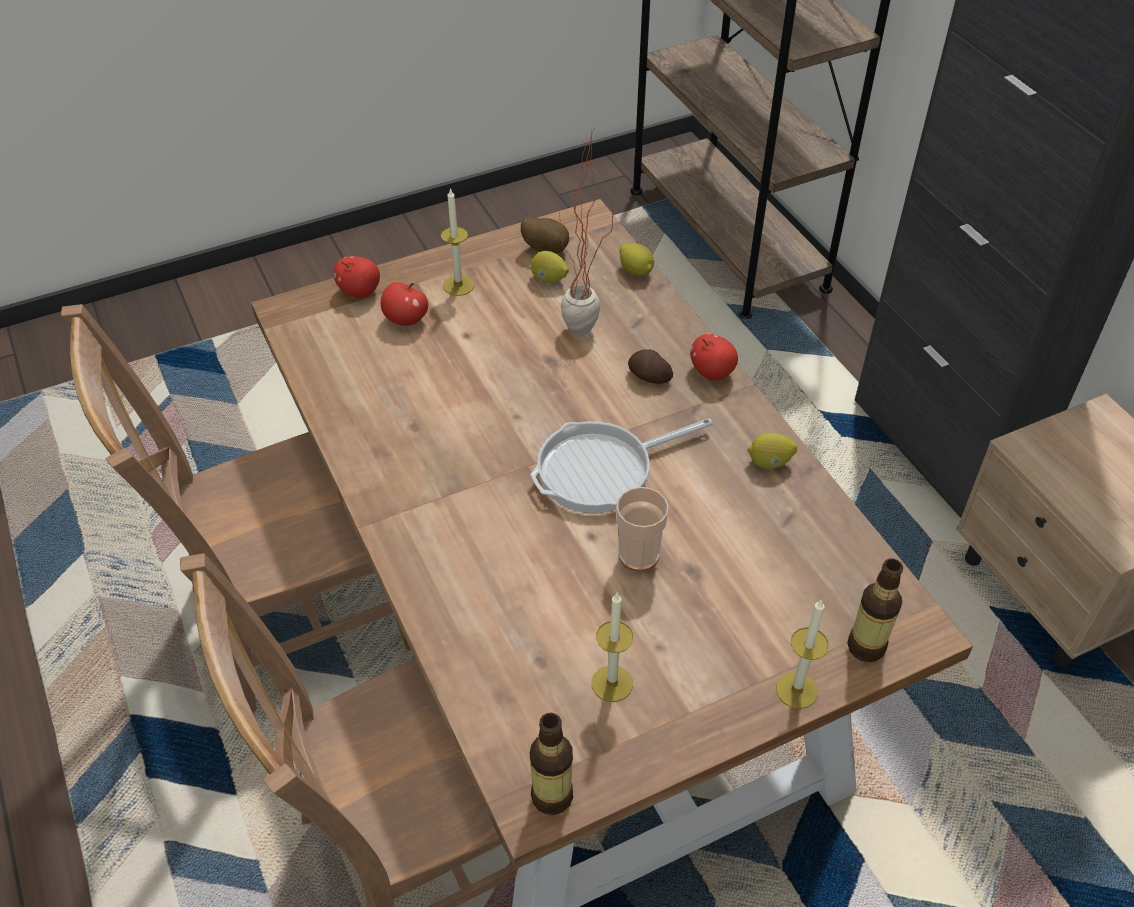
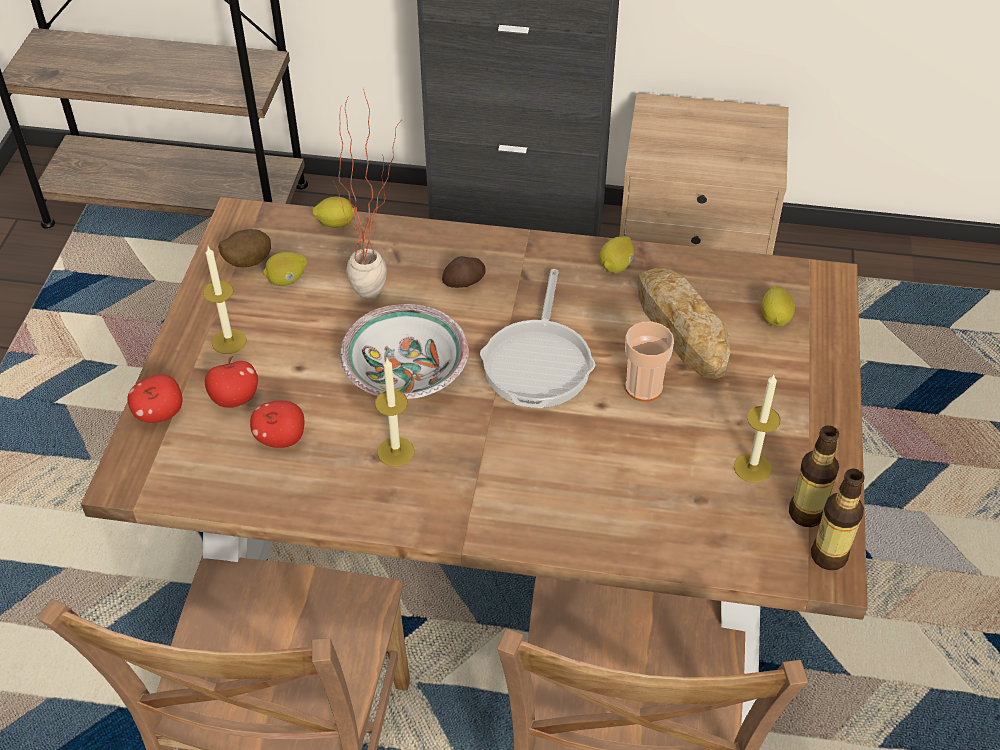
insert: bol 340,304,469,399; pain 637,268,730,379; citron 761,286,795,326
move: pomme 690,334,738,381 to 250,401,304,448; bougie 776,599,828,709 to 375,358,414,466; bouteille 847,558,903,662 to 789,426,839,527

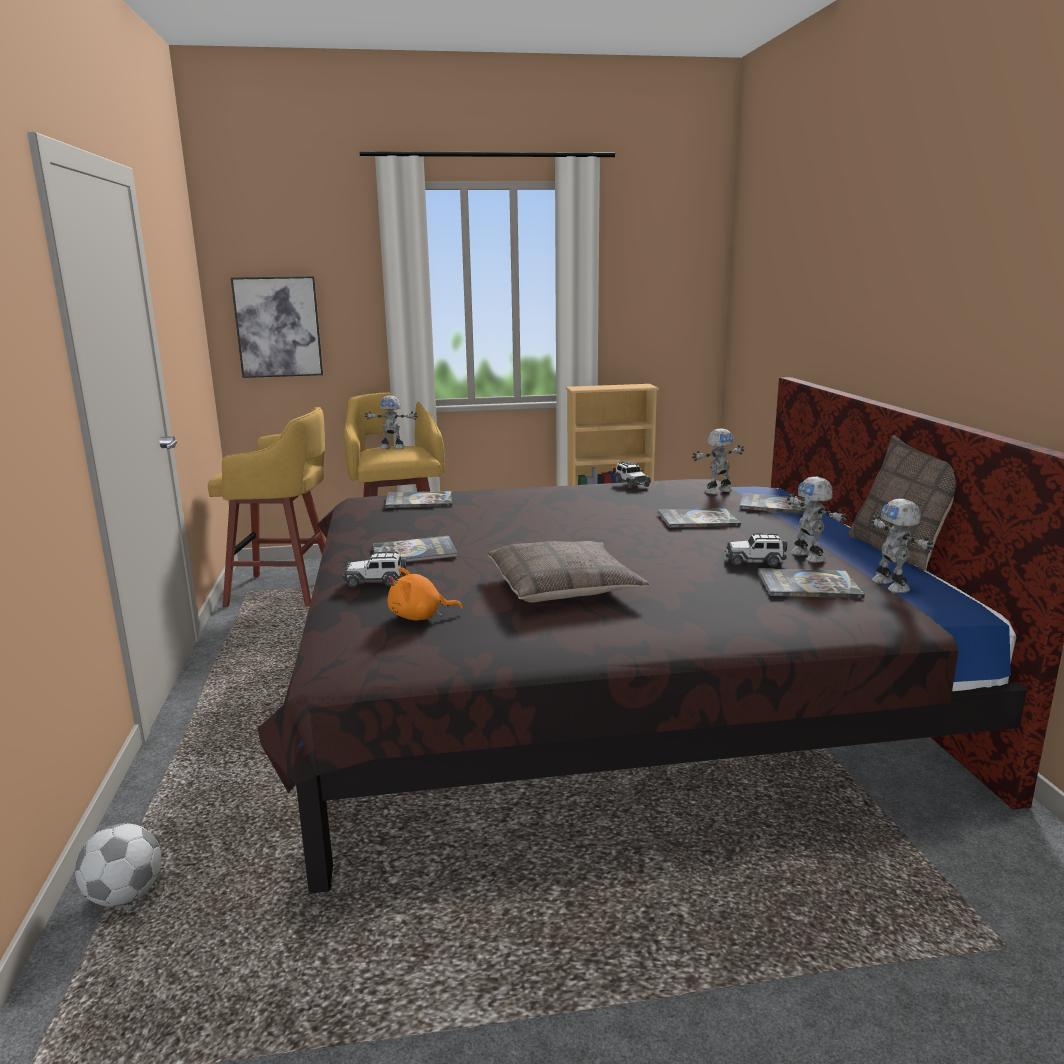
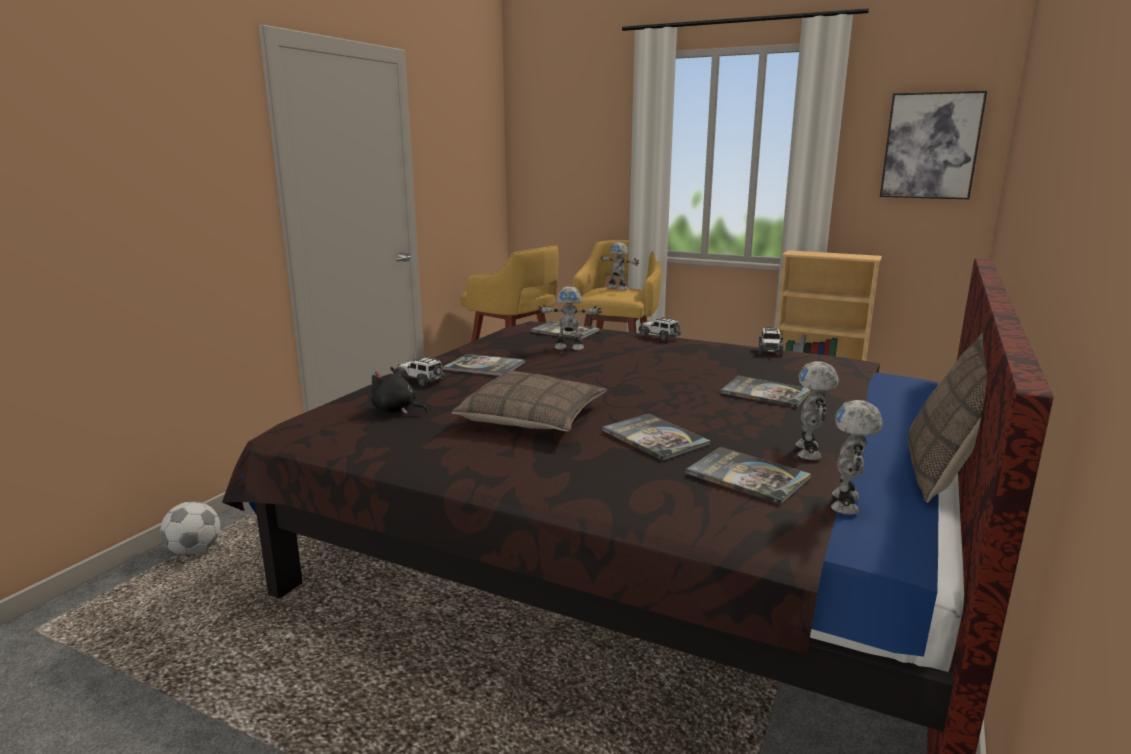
move: tableau 231,276,323,378 to 880,91,987,199; robot jouet 692,428,744,494 to 538,286,602,350; petite voiture 725,533,787,566 to 638,317,681,340; livre 739,493,810,514 to 602,413,710,461
recolor: peluche (orange) 387,567,463,620 to peluche (noir) 370,367,428,414

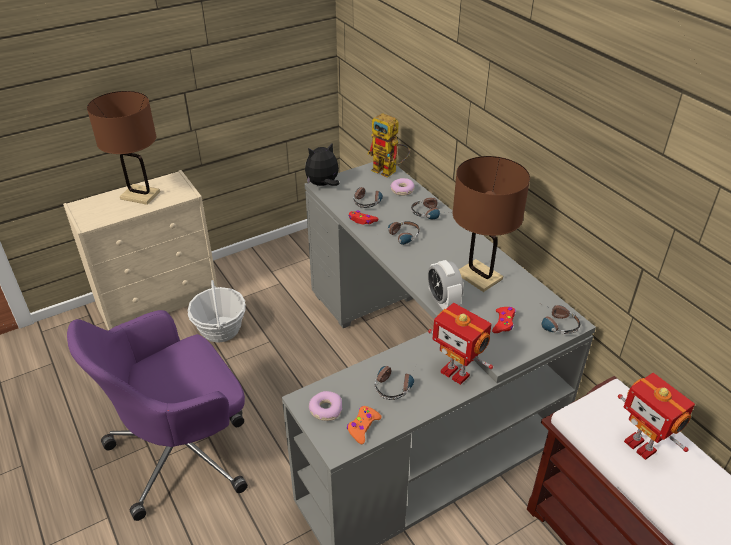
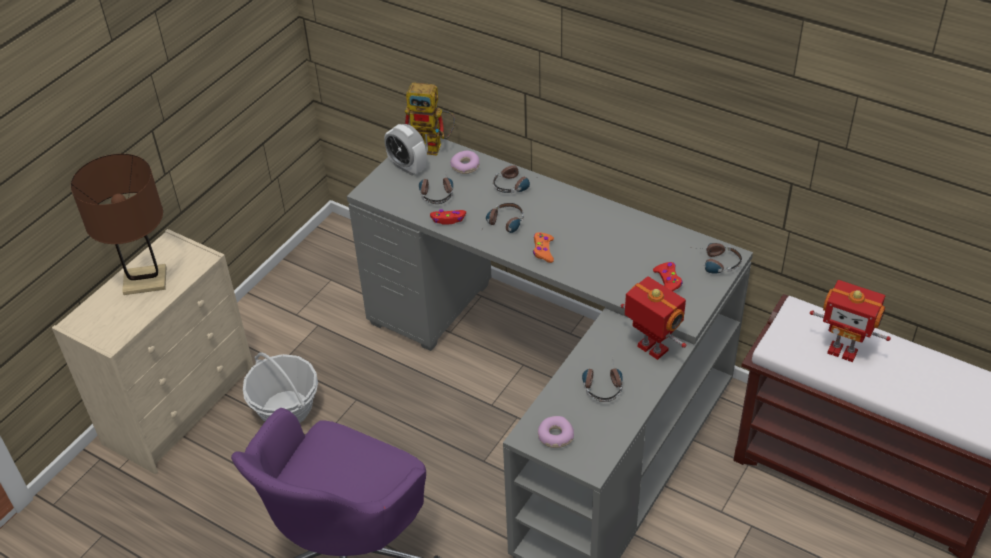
delete: peluche 305,143,340,186; lampe de table (marron) 452,156,530,292
move: manette (orange) 347,406,382,444 to 533,232,554,263; réveil 427,260,463,311 to 385,124,426,176
rotate: robot jouet 428,303,493,385 = 621,276,686,360 150 degrees counterclockwise

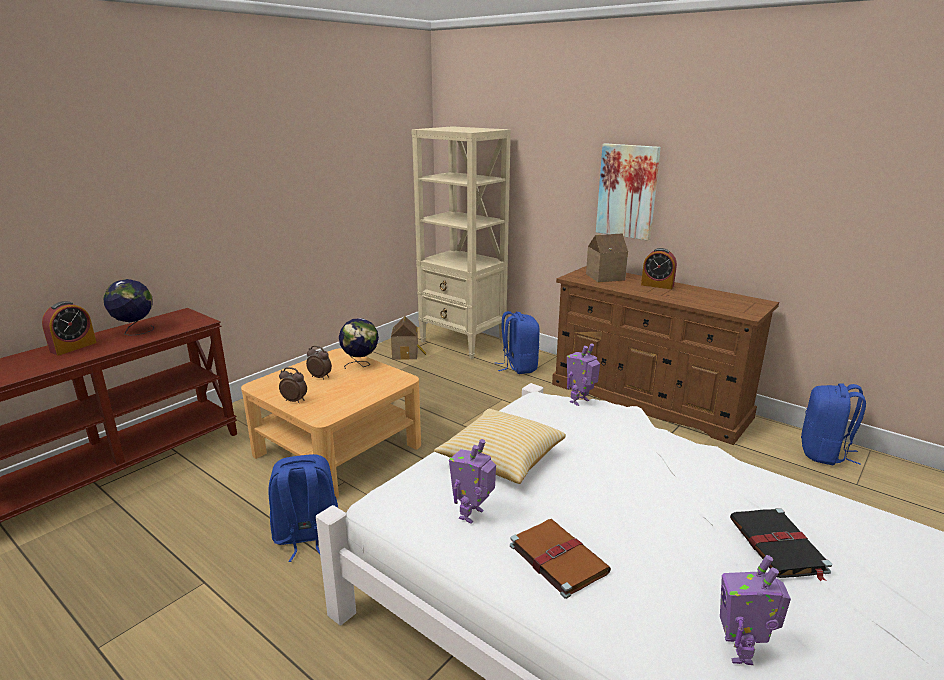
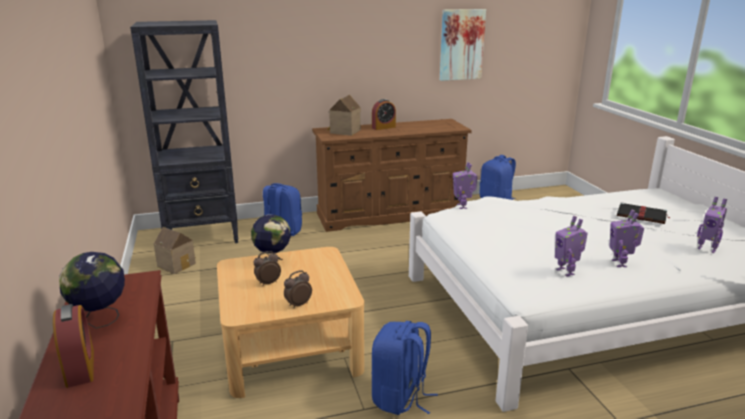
delete: coussin 434,409,566,484
move: tableau 596,143,661,241 to 440,9,486,81
replace: livre (marron) 510,519,611,599 to robot jouet 609,210,644,267
recolor: bibliothèque (beige) 411,126,511,359 to bibliothèque (noir) 130,20,239,243

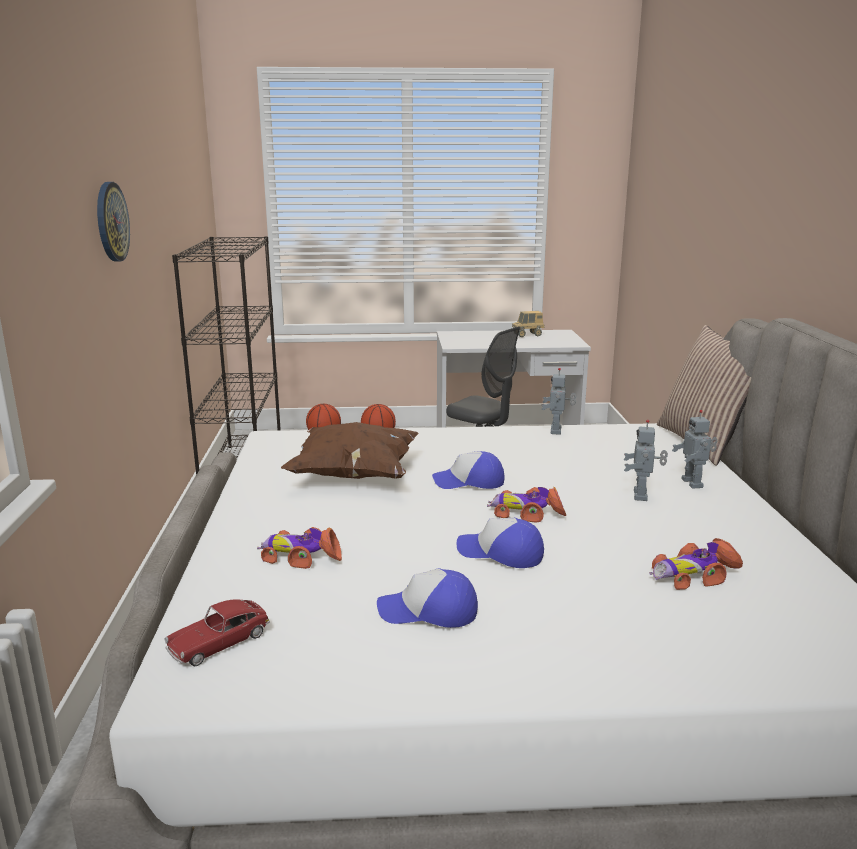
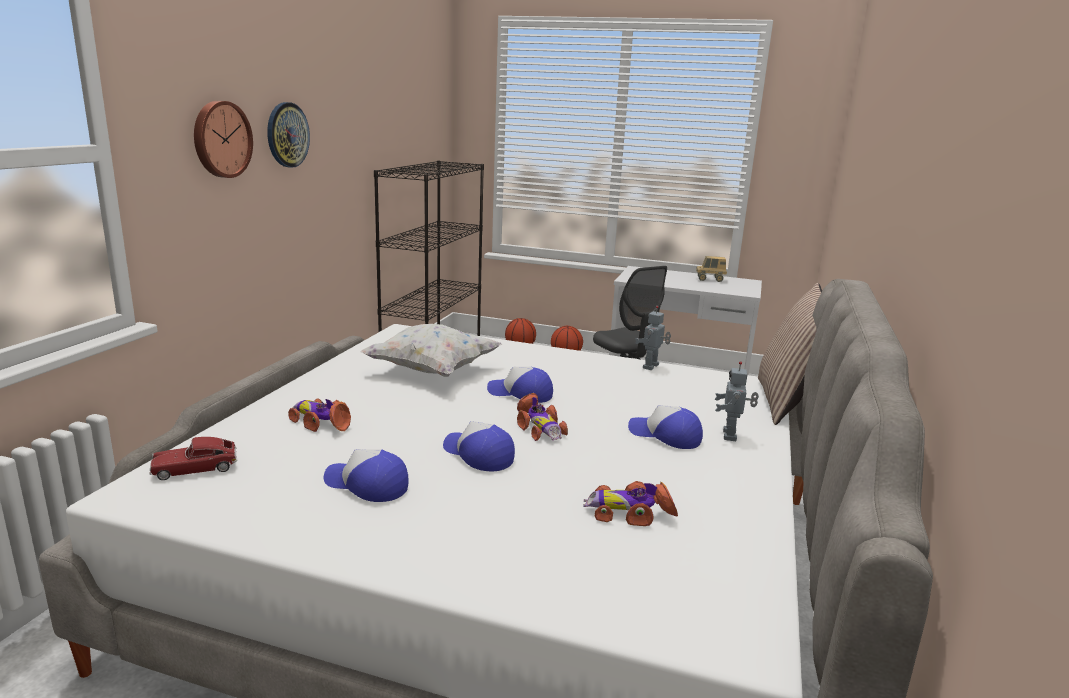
insert: horloge murale 194,101,253,178
replace: robot jouet 624,420,668,501 to casquette 628,405,703,449
recolor: coussin (marron) 281,422,419,479 to coussin (blanc) 360,324,502,377
rotate: petite voiture 487,487,566,523 = 517,393,568,441 150 degrees counterclockwise

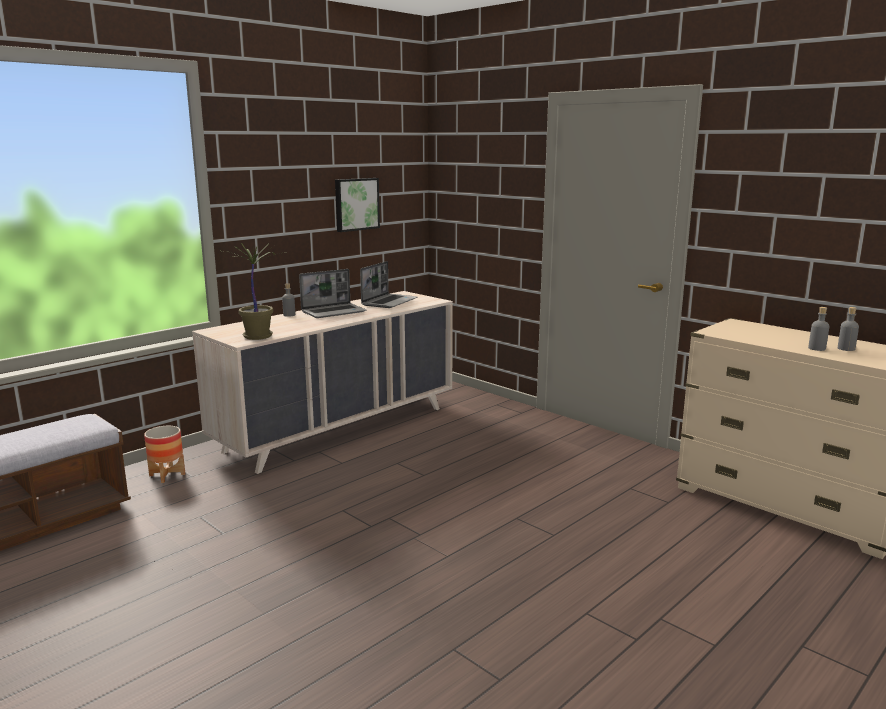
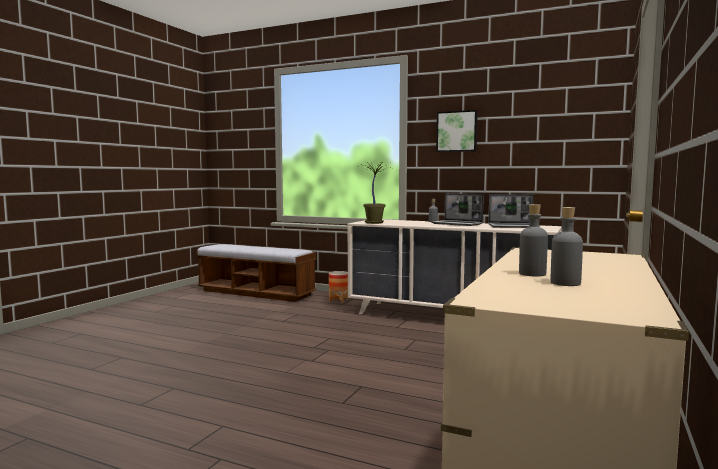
move: tableau 335,178,380,232 to 436,110,478,152

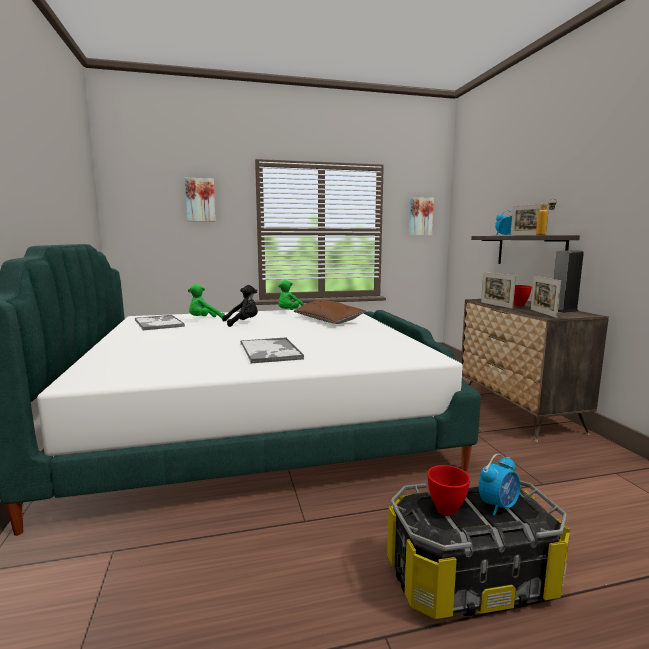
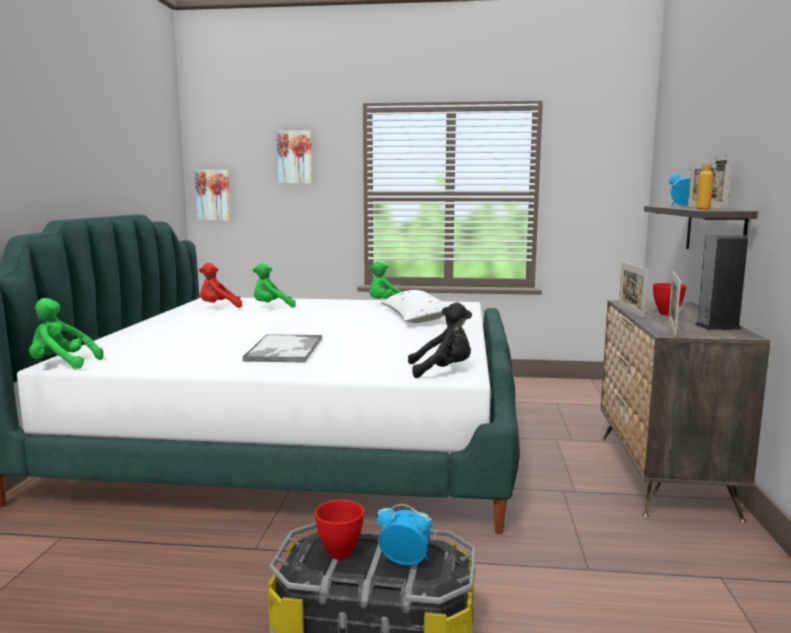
insert: peluche (vert) 29,298,103,369
move: peluche (noir) 222,285,258,327 to 408,302,472,378; tableau 409,197,434,235 to 194,169,231,221
replace: plateau 135,315,185,330 to peluche (rouge) 199,263,242,308
recolor: coussin (marron) 294,300,367,324 to coussin (blanc) 381,290,449,323
rotate: réveil 479,454,520,516 = 376,504,432,566 150 degrees counterclockwise

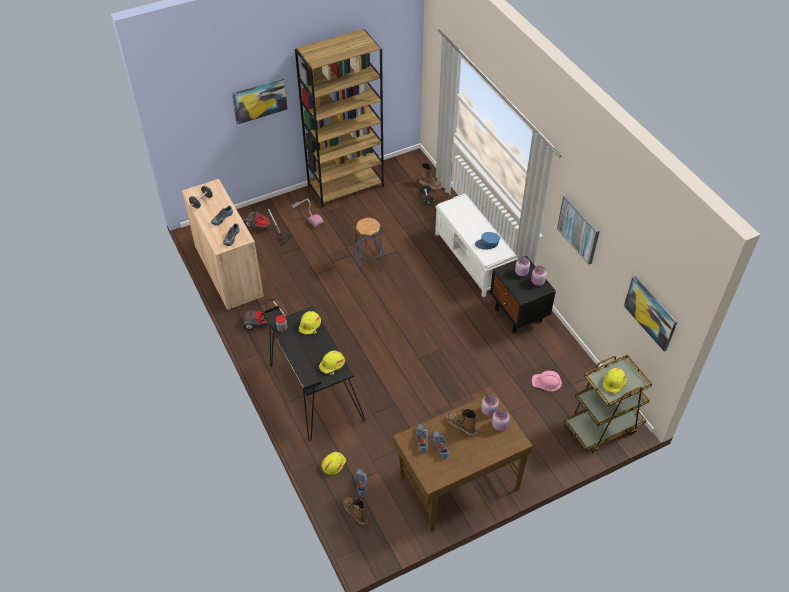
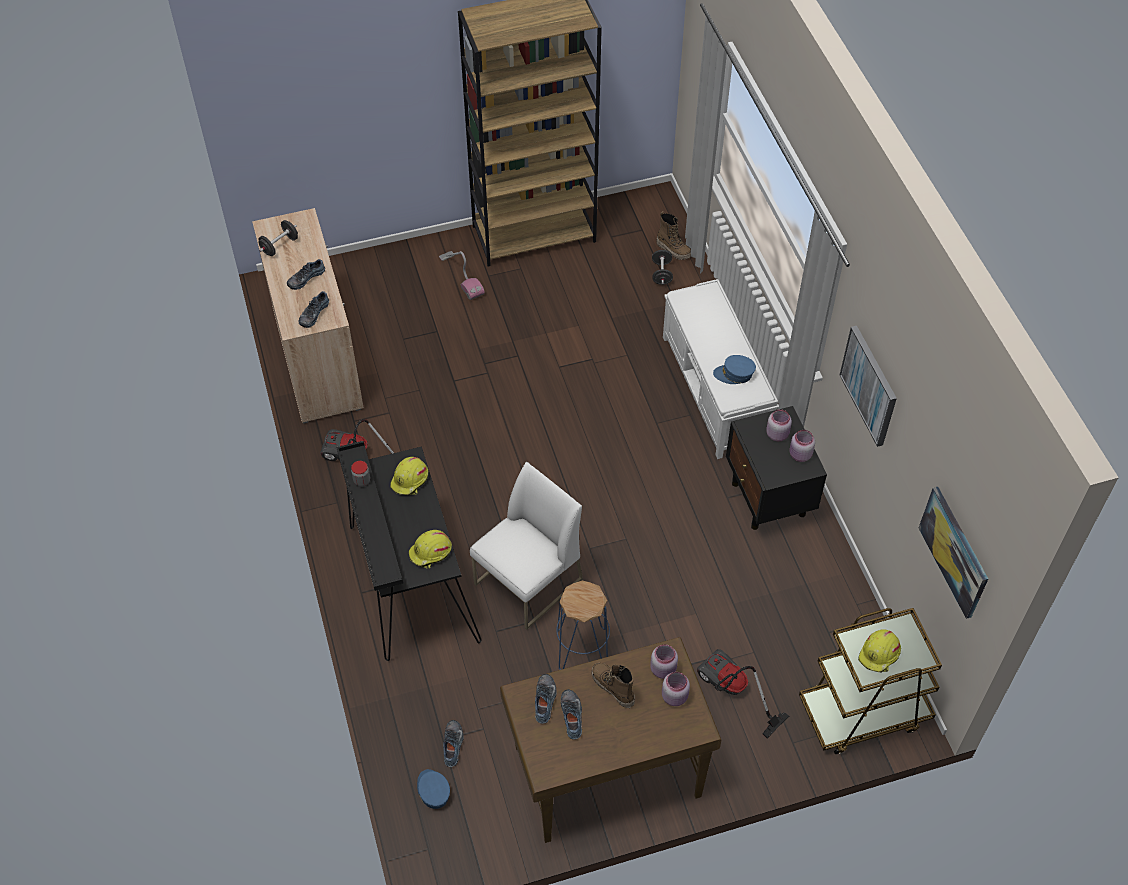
delete: tableau 232,79,288,125; casque de chantier (jaune) 321,452,346,475; casque de chantier (rose) 532,371,562,392
insert: chaise (blanc) 470,462,583,630
move: aspirateur 244,205,292,246 to 696,649,789,738; tabouret (bleu) 354,218,384,274 to 556,581,610,670
replace: botte 343,497,367,525 to casquette (bleu) 417,769,450,809

